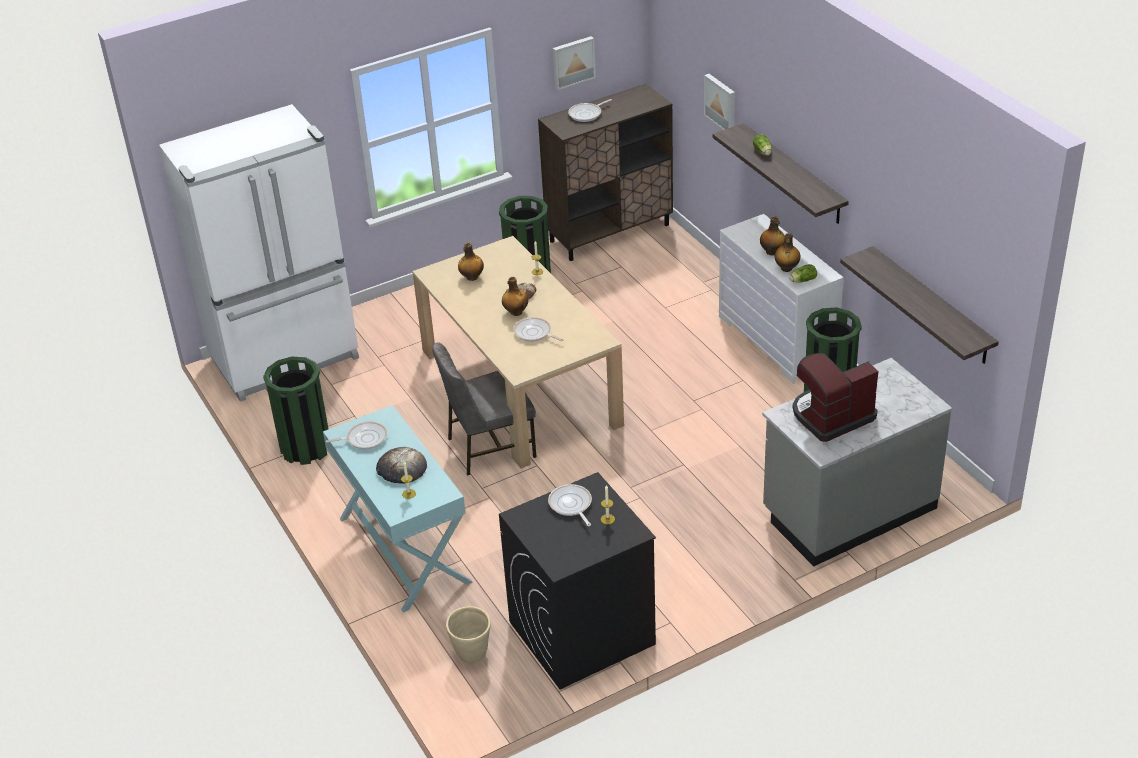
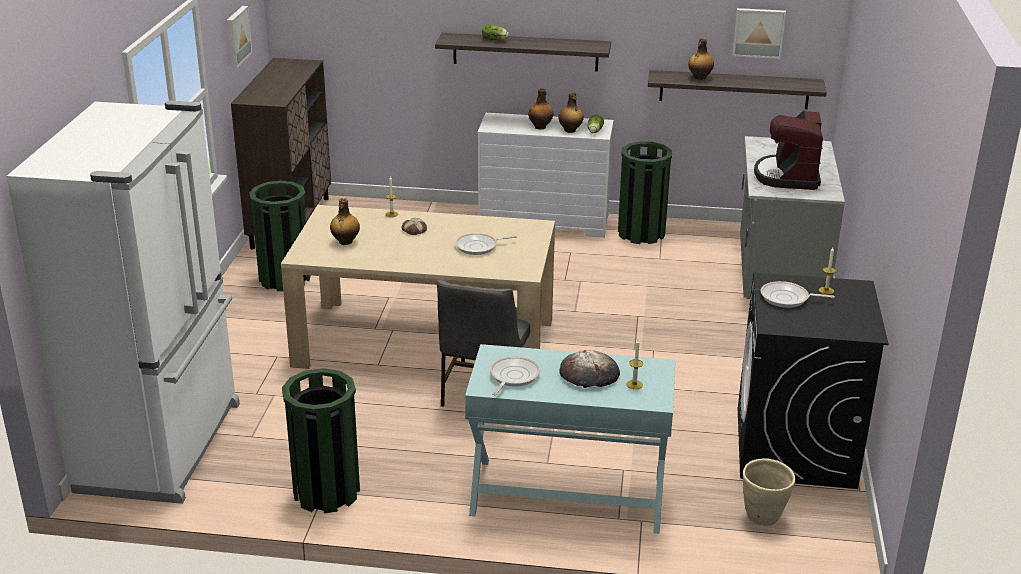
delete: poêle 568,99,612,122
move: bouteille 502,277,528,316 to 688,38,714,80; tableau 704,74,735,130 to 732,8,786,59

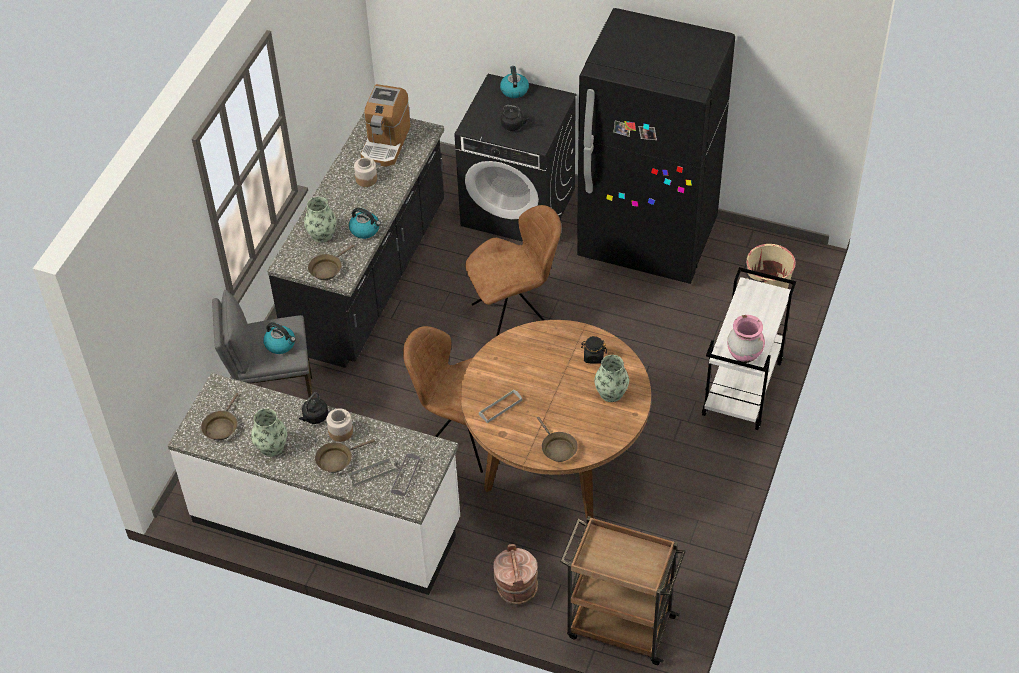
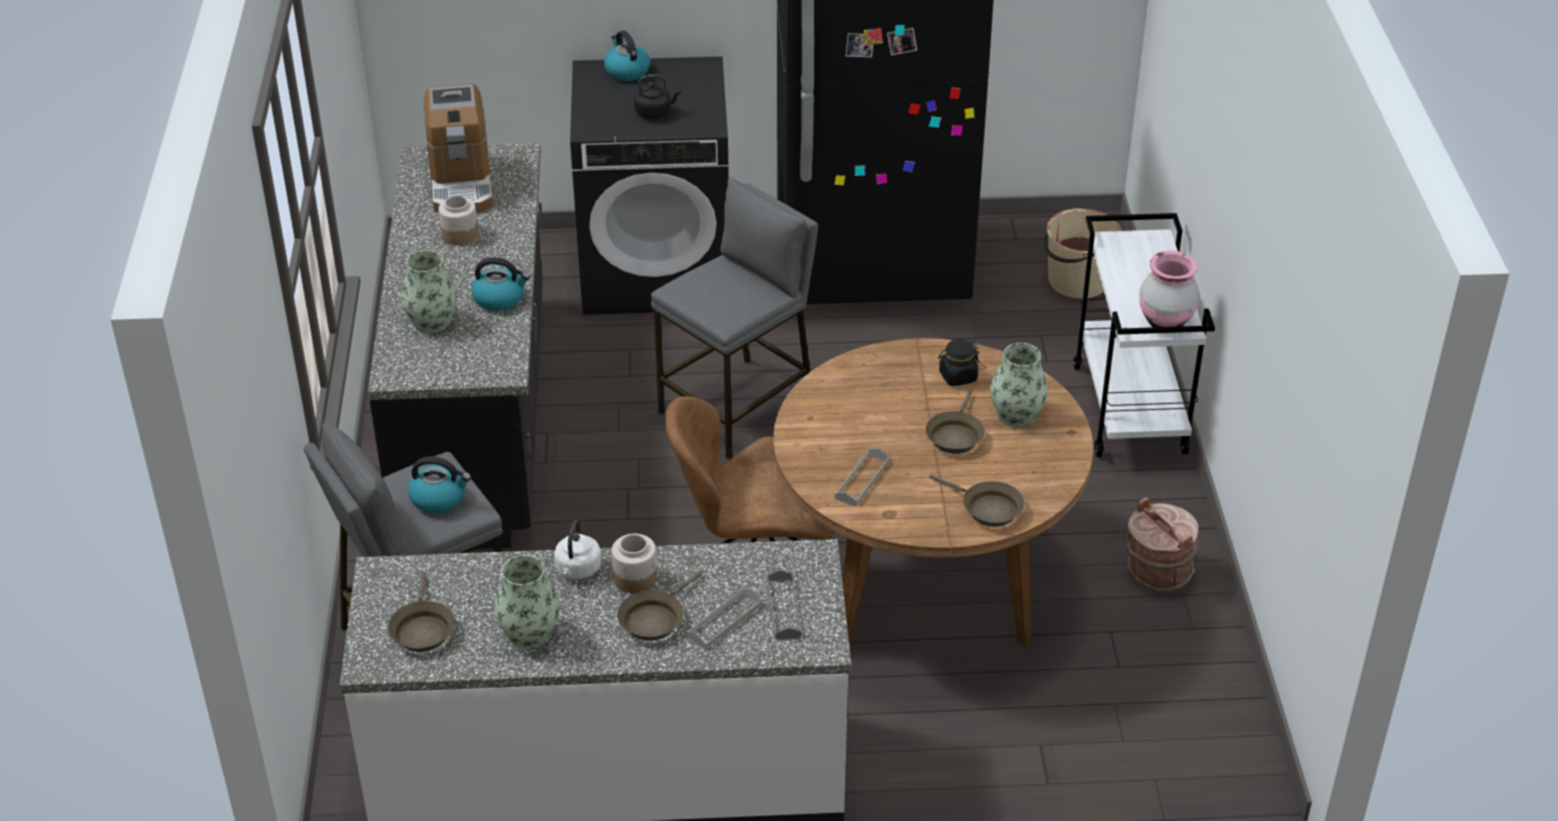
delete: chariot (marron) 560,516,686,665
move: poêle (marron) 308,244,355,280 to 926,389,985,454; seau (marron) 493,544,538,604 to 1125,497,1199,592
replace: chaise (marron) 465,205,561,336 to tabouret (gris) 651,177,818,459
recolor: bouilloire (noir) 299,392,328,424 to bouilloire (blanc) 554,519,601,579

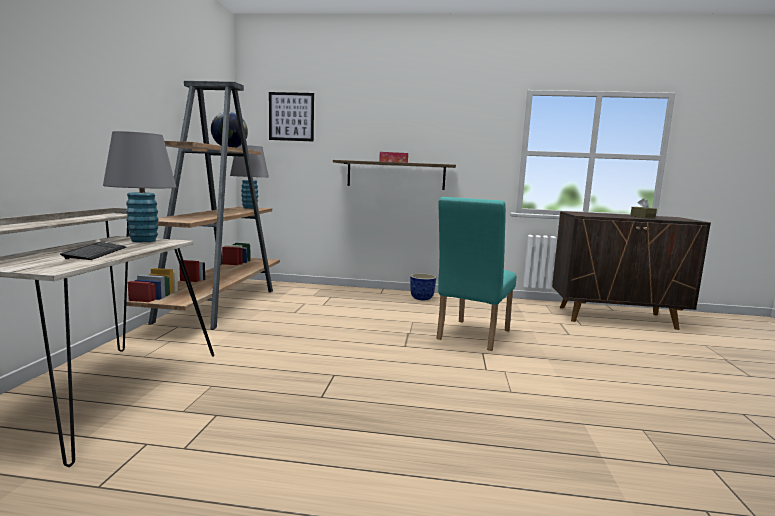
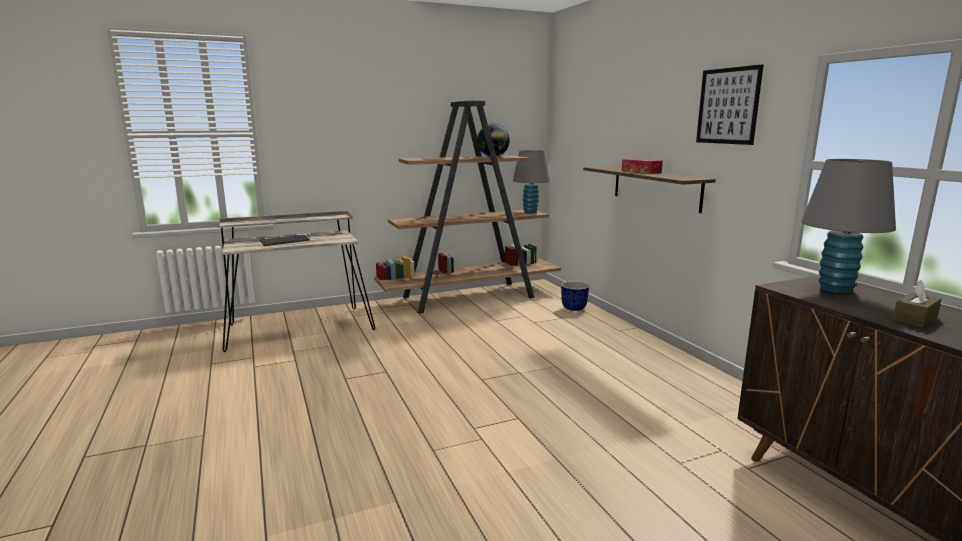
delete: chaise (turquoise) 436,197,516,351
move: lampe de table (gris) 103,131,176,242 to 801,159,896,293; tableau 269,92,314,142 to 696,64,763,145; cache-pot 410,273,436,300 to 561,281,589,311

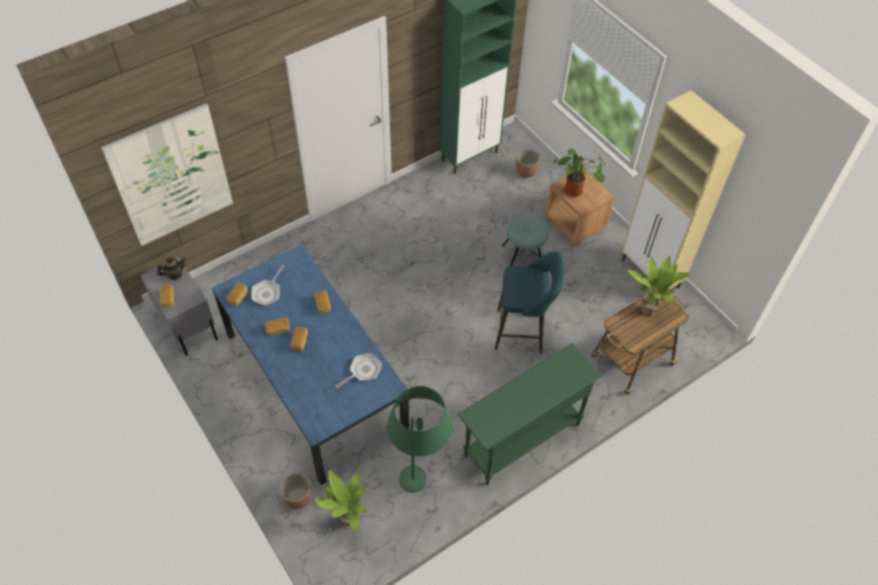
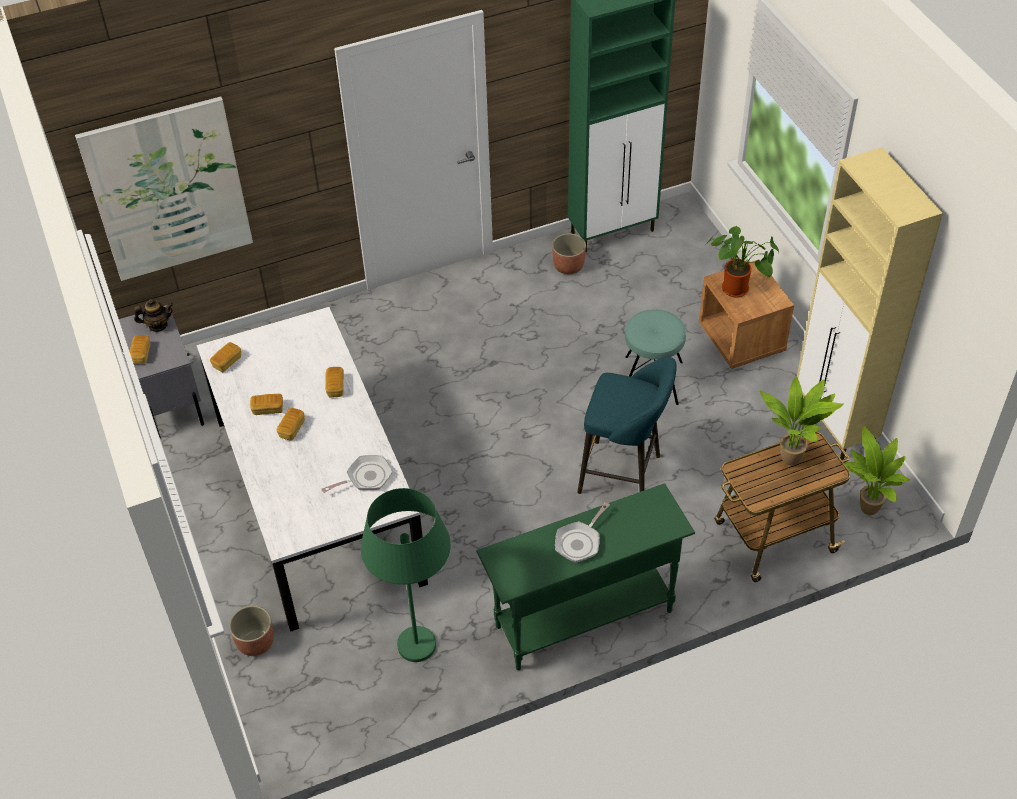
move: poêle 251,265,285,306 to 555,502,610,563; plante en pot 314,470,367,531 to 844,426,911,515; cache-pot 516,149,540,178 to 552,233,586,274
recolor: table à manger (bleu) 212,245,409,485 to table à manger (blanc) 197,307,428,632

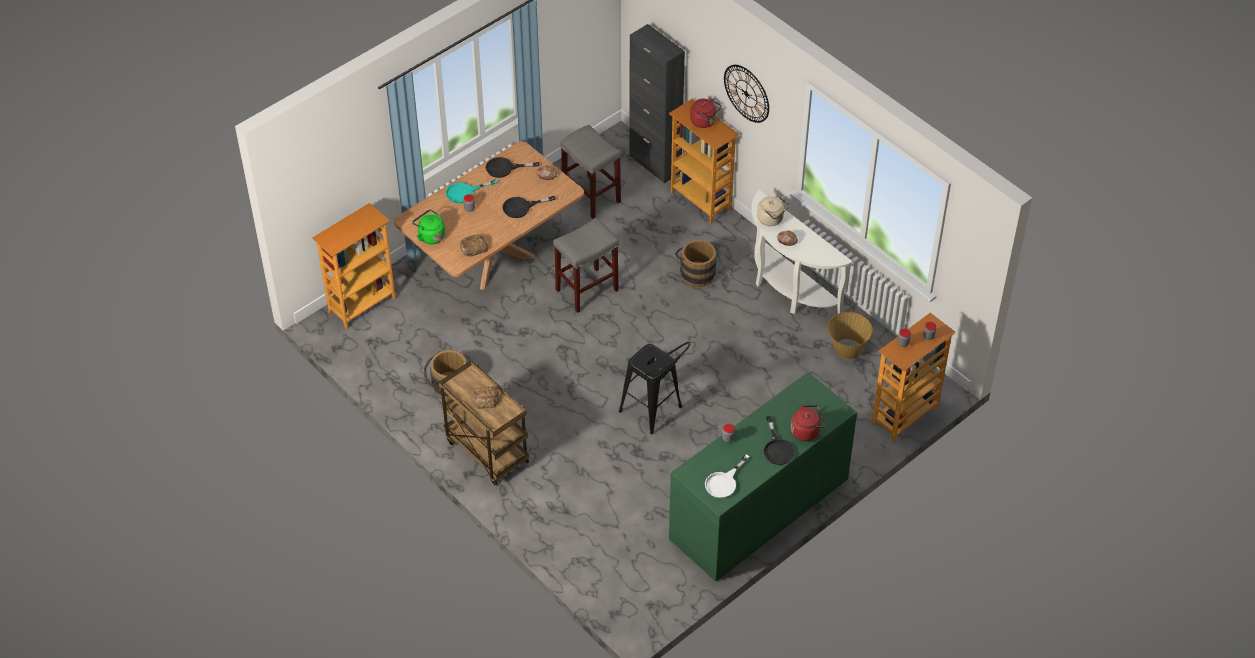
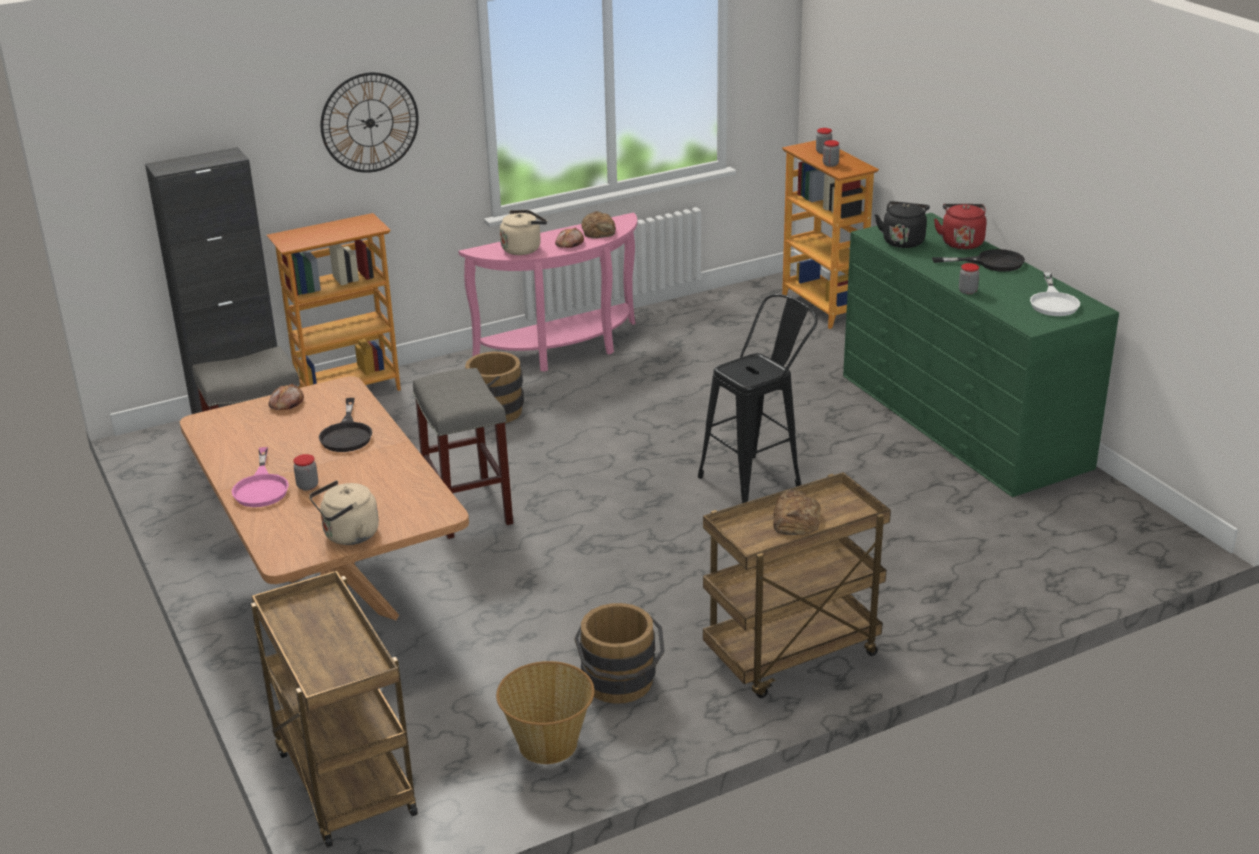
delete: poêle (noir) 486,157,539,178; bouilloire (rouge) 690,98,721,128
insert: bouilloire (noir) 875,201,930,248
move: pain 460,235,489,257 to 582,211,616,238; panier 827,312,873,360 to 496,661,595,764
replace: bibliothèque 312,203,396,330 to chariot (marron) 251,571,418,847
recolor: bouilloire (vert) 412,209,445,245 to bouilloire (beige) 309,480,379,545; poêle (turquoise) 446,179,498,203 to poêle (rose) 232,447,289,507; table console (blanc) 751,190,853,314 to table console (rose) 458,213,637,372
rotate: poêle (blanc) 705,454,749,498 = 1030,272,1080,316 45 degrees clockwise

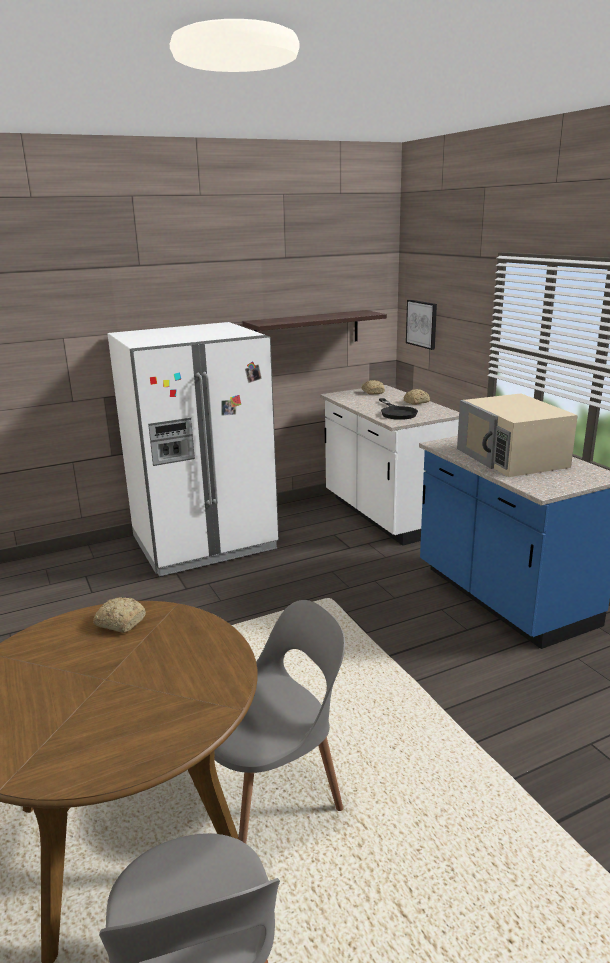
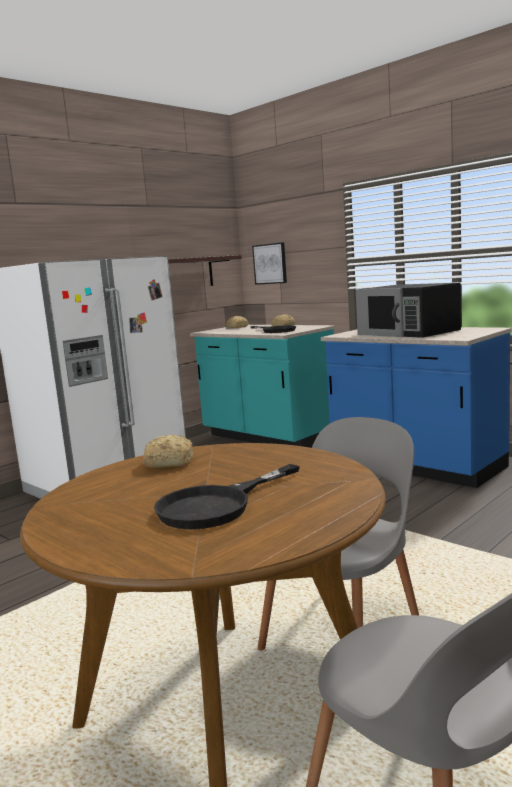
insert: poêle (noir) 154,464,300,529
recolor: comptoir de cuisine (blanc) 320,385,459,546 to comptoir de cuisine (turquoise) 190,325,335,448; micro-ondes (beige) 457,393,578,477 to micro-ondes (noir) 356,283,461,338

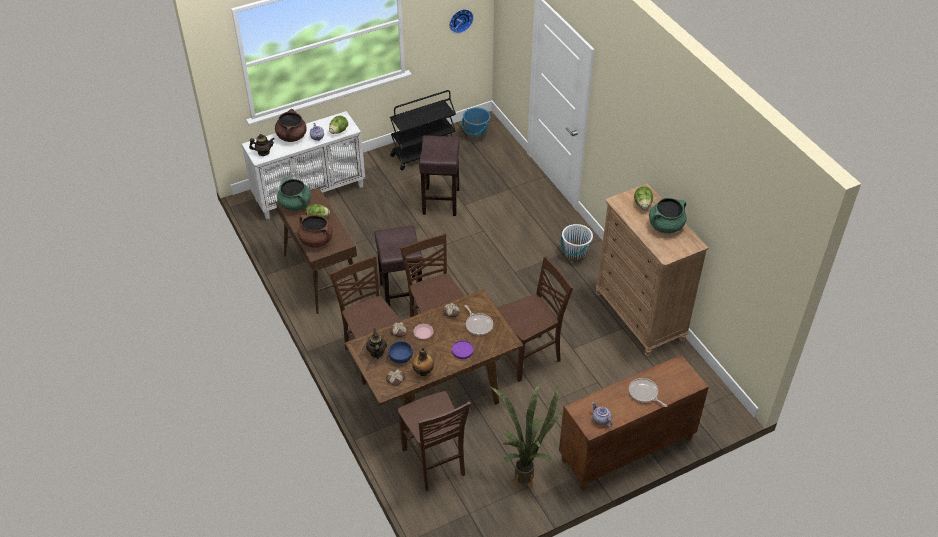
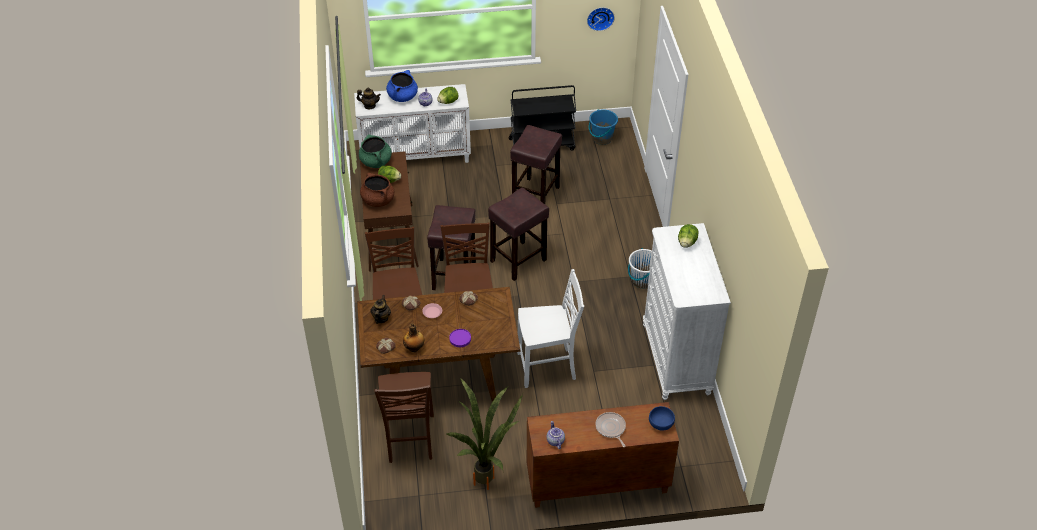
delete: poêle 465,305,493,335; marmite (vert) 649,198,686,233
insert: tabouret (marron) 488,188,549,281
move: bol (bleu) 388,341,413,364 to 649,406,675,431
recolor: marmite (marron) 275,109,307,142 to marmite (bleu) 386,70,418,102; chaise (marron) 498,256,573,382 to chaise (blanc) 517,269,584,388; commode (marron) 596,183,709,357 to commode (blanc) 643,223,731,400

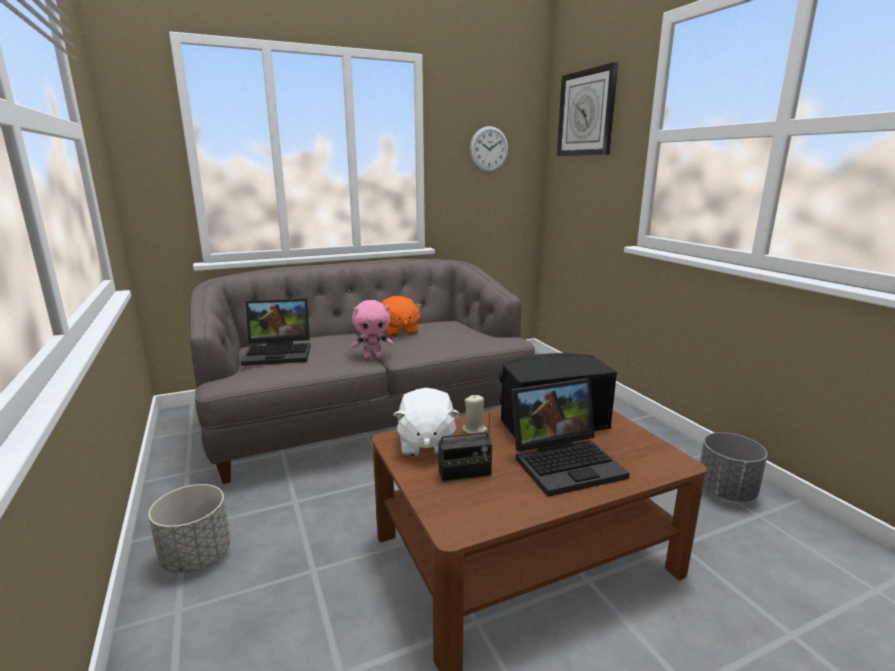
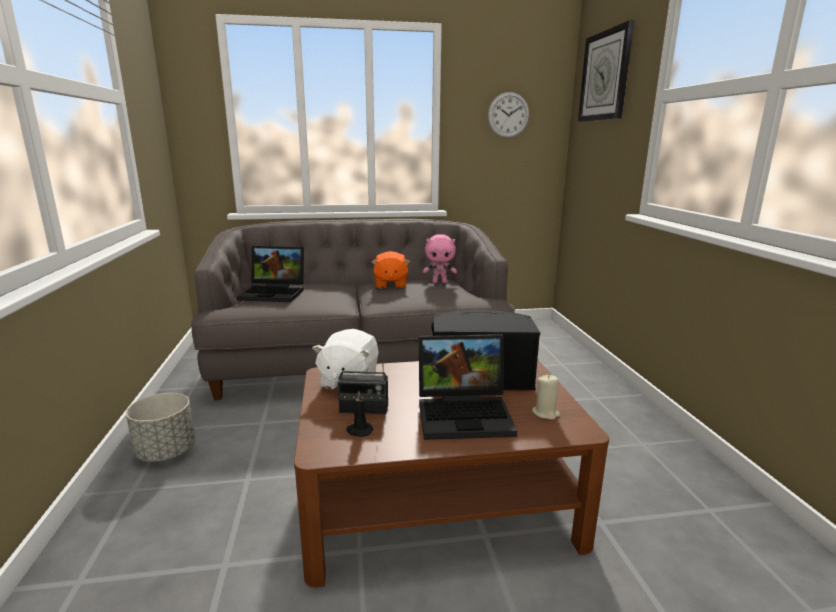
delete: cache-pot (gris) 700,432,768,502
insert: bougie (noir) 346,391,373,437
move: peluche (rose) 351,300,393,359 to 423,234,457,283; bougie (beige) 462,395,487,435 to 532,374,560,420

